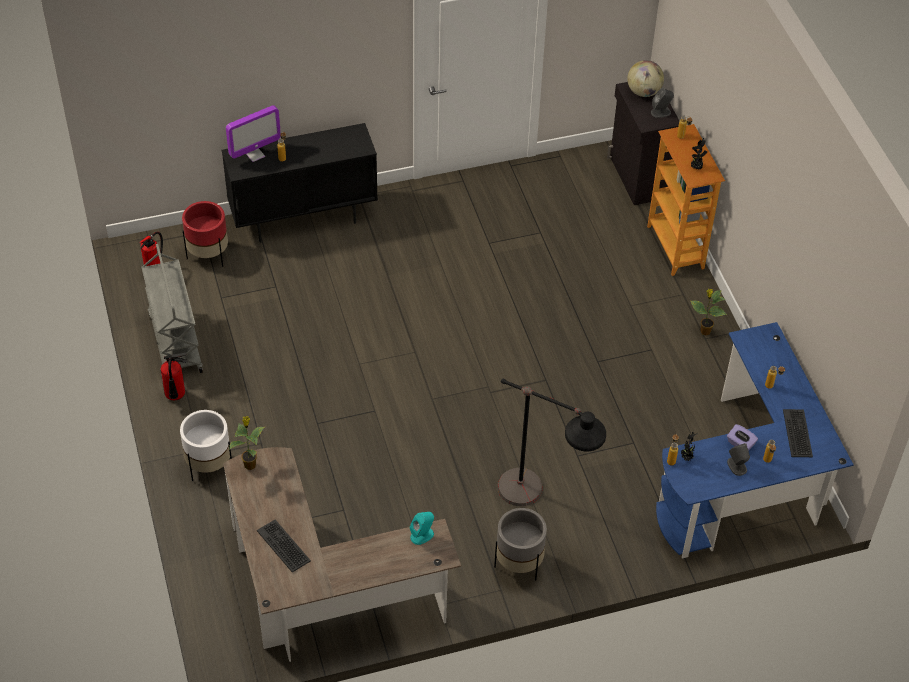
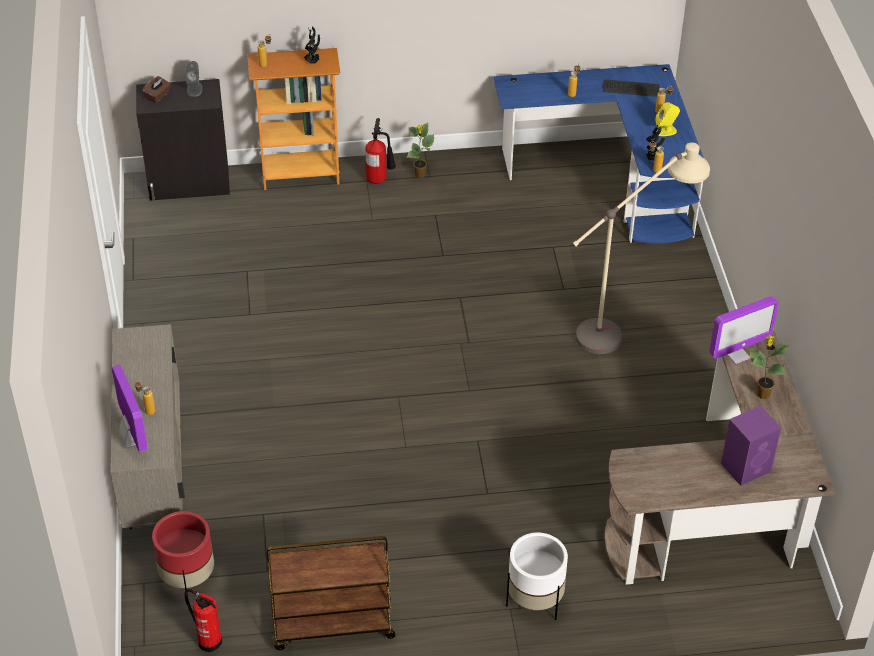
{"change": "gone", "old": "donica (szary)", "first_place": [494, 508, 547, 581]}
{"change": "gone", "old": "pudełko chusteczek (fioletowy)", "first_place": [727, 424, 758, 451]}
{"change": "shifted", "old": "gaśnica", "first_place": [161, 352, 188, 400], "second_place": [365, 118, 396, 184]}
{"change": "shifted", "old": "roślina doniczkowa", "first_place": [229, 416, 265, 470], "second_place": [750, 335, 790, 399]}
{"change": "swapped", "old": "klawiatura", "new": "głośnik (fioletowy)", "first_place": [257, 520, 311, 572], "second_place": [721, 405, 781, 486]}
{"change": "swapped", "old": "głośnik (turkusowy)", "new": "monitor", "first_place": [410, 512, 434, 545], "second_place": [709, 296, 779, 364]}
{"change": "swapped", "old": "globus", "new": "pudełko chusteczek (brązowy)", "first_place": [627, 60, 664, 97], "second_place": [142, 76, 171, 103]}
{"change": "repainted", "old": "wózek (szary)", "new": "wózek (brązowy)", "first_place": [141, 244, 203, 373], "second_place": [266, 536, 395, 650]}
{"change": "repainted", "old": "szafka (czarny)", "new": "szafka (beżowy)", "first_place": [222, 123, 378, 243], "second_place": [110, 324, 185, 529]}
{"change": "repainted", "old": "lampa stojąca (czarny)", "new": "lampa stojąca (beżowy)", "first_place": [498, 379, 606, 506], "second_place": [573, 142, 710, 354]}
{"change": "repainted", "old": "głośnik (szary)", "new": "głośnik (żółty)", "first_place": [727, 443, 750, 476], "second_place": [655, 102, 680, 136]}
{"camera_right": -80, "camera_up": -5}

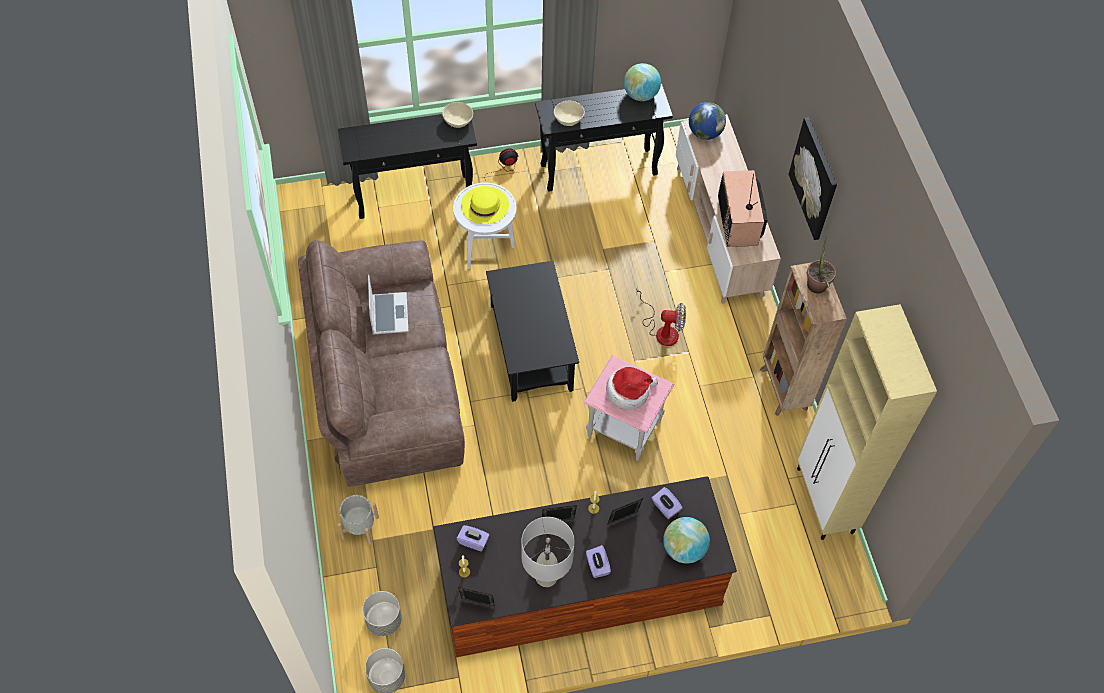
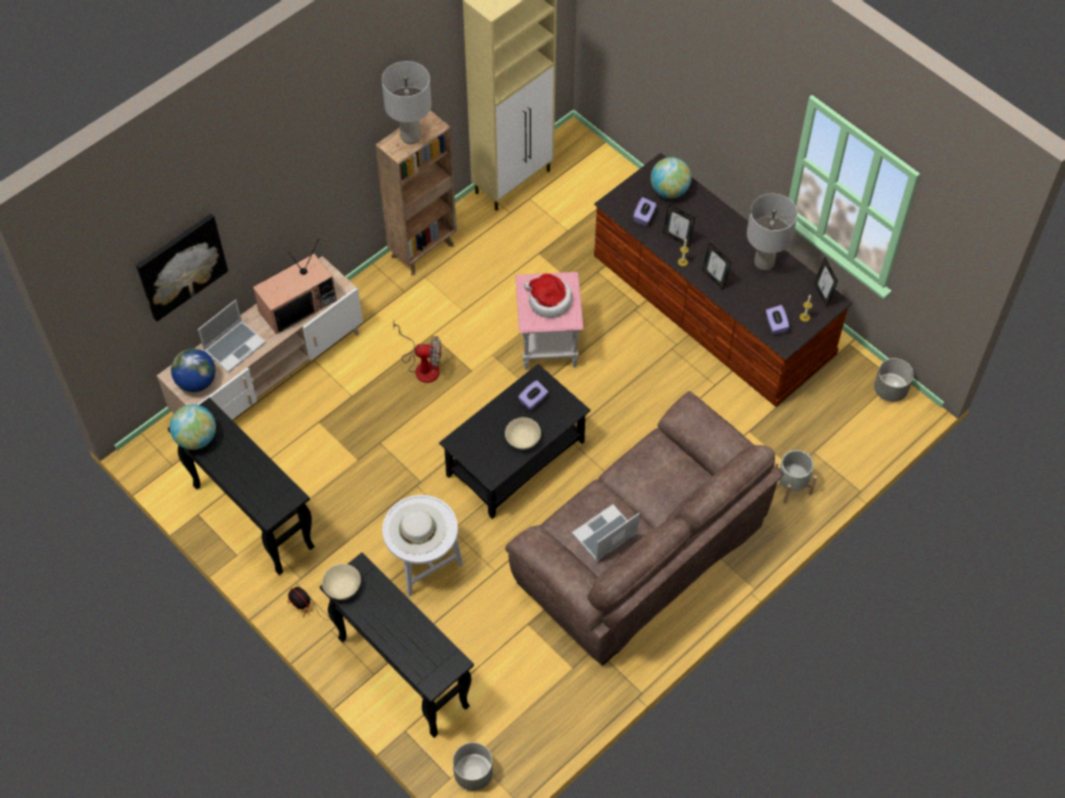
{"change": "new", "new": "laptop", "second_place": [198, 300, 266, 372]}
{"change": "shifted", "old": "donica (szary)", "first_place": [362, 591, 402, 636], "second_place": [453, 742, 493, 791]}
{"change": "shifted", "old": "miska (beżowy)", "first_place": [554, 101, 585, 126], "second_place": [505, 417, 541, 449]}
{"change": "shifted", "old": "pudełko chusteczek (fioletowy)", "first_place": [586, 545, 611, 578], "second_place": [518, 380, 548, 410]}
{"change": "shifted", "old": "obraz", "first_place": [788, 117, 837, 240], "second_place": [136, 214, 228, 321]}
{"change": "swapped", "old": "roślina doniczkowa", "new": "lampa stołowa (szary)", "first_place": [807, 235, 836, 293], "second_place": [382, 61, 432, 144]}
{"change": "repainted", "old": "kapelusz (żółty)", "new": "kapelusz (biały)", "first_place": [461, 186, 509, 224], "second_place": [389, 503, 446, 554]}
{"change": "rotated", "old": "wentylator", "first_place": [636, 290, 686, 346], "second_place": [393, 321, 441, 383], "degrees": 120}
{"camera_right": -120, "camera_up": 0}

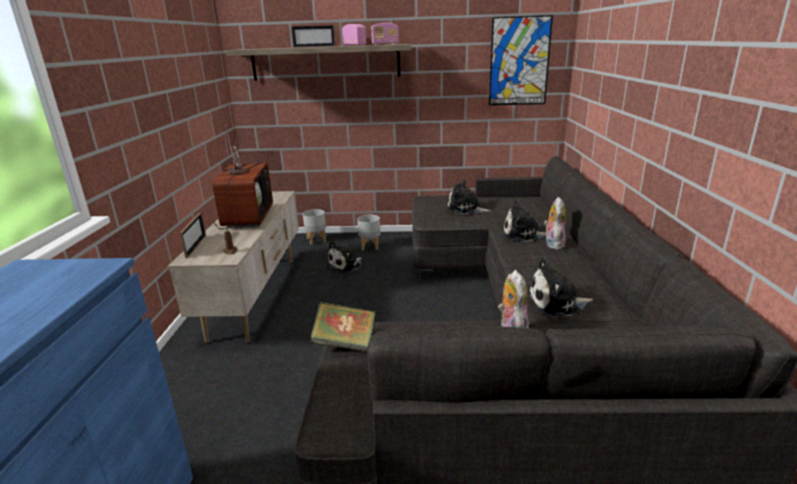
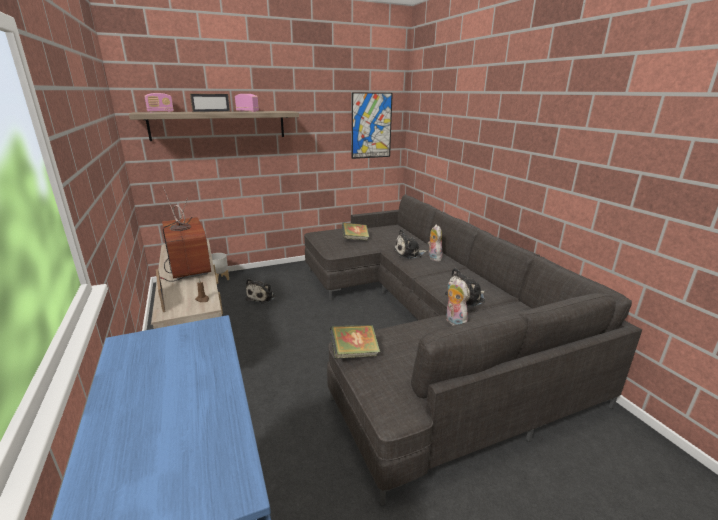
{"change": "gone", "old": "donica (szary)", "first_place": [357, 215, 381, 250]}
{"change": "shifted", "old": "radio", "first_place": [371, 23, 399, 45], "second_place": [144, 93, 174, 113]}
{"change": "swapped", "old": "pluszak", "new": "książka", "first_place": [447, 179, 491, 215], "second_place": [342, 222, 369, 241]}
{"camera_right": -25, "camera_up": 0}

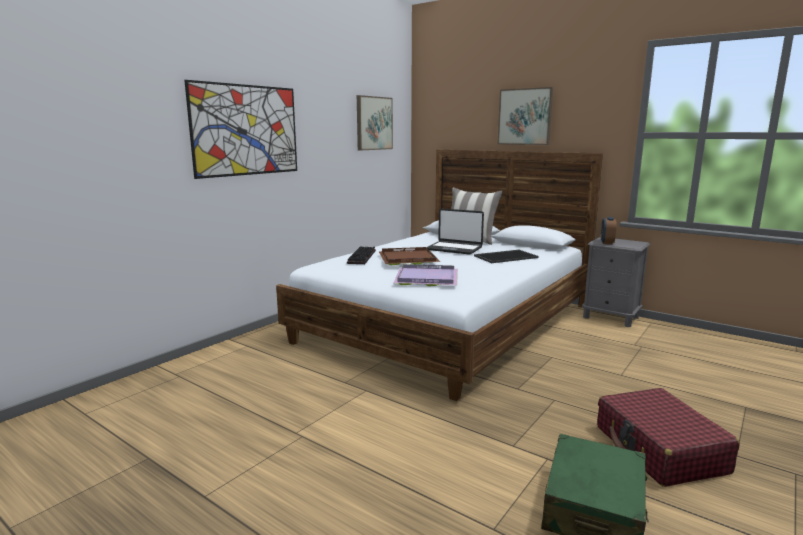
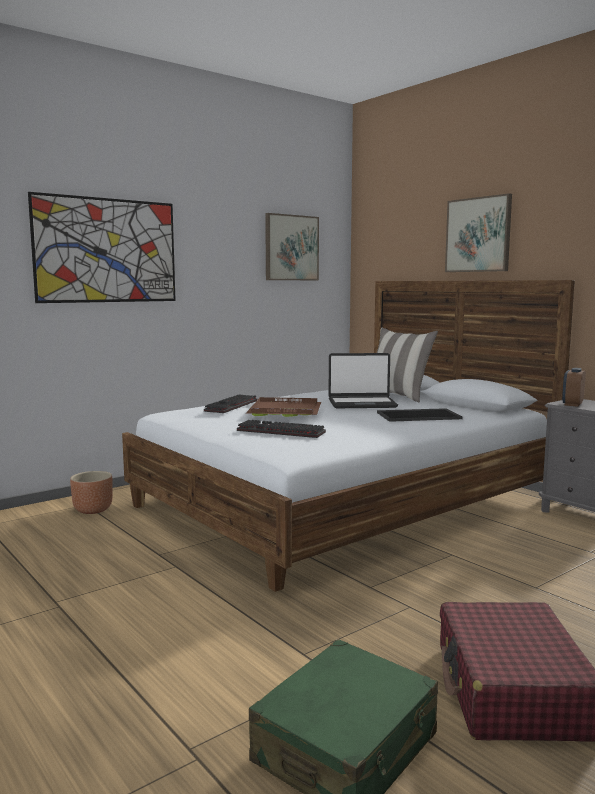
{"change": "new", "new": "donica (brązowy)", "second_place": [70, 471, 113, 514]}
{"change": "swapped", "old": "taca (fioletowy)", "new": "klawiatura", "first_place": [393, 264, 458, 286], "second_place": [237, 420, 326, 438]}
{"change": "rotated", "old": "laptop", "first_place": [427, 208, 484, 255], "second_place": [328, 353, 398, 408], "degrees": -45}
{"camera_right": 15, "camera_up": -5}

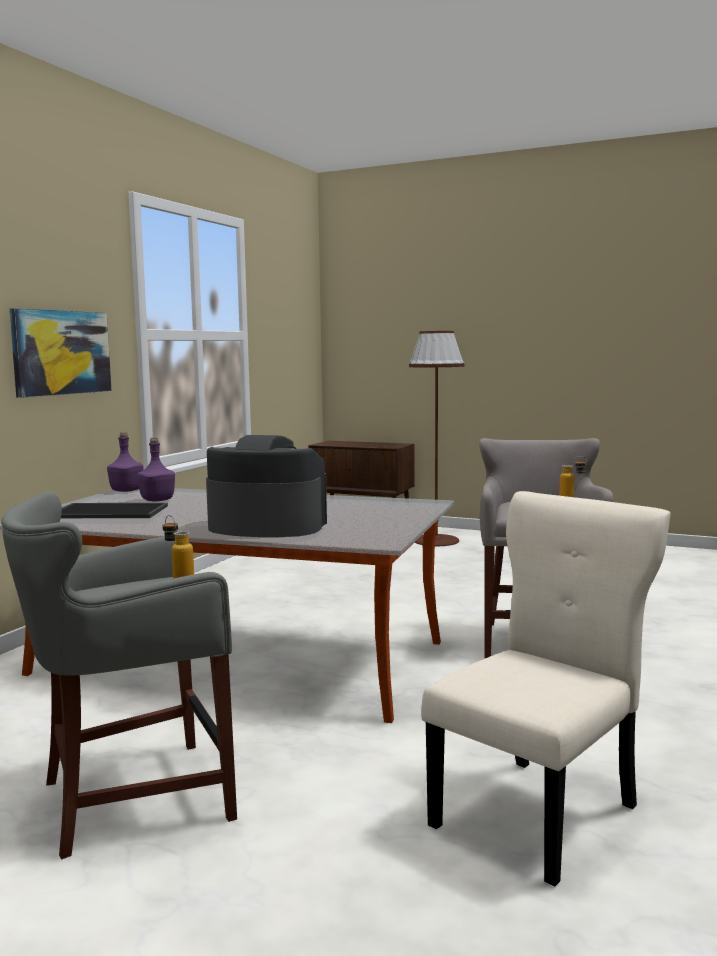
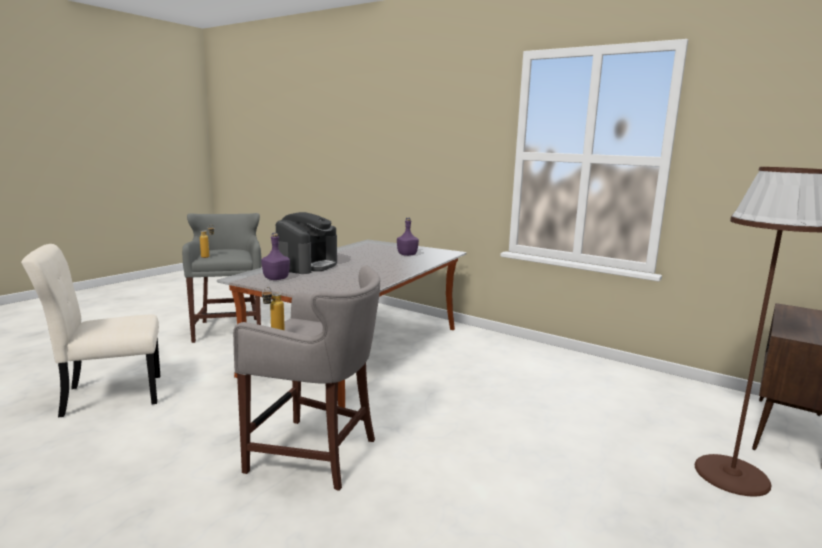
{"change": "gone", "old": "obraz", "first_place": [9, 308, 112, 398]}
{"change": "gone", "old": "taca", "first_place": [61, 503, 168, 518]}
{"change": "shifted", "old": "butelka (fioletowy)", "first_place": [107, 432, 143, 492], "second_place": [261, 233, 290, 280]}
{"change": "rotated", "old": "krzesło (beżowy)", "first_place": [421, 491, 671, 886], "second_place": [21, 244, 160, 418], "degrees": 105}
{"camera_right": 100, "camera_up": 5}

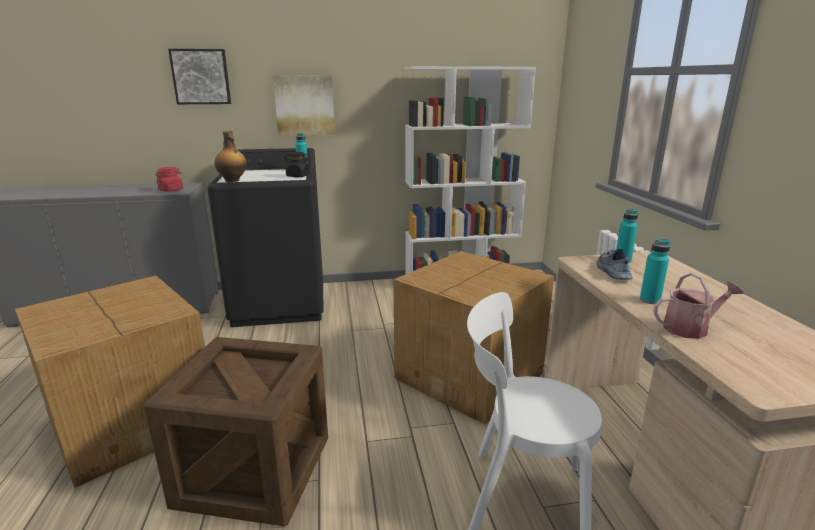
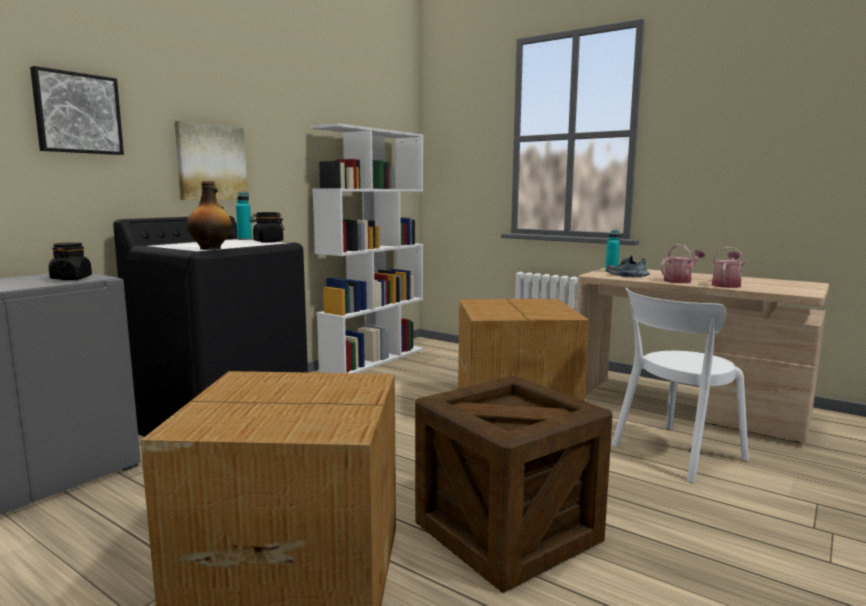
{"change": "swapped", "old": "butelka (turkusowy)", "new": "konewka", "first_place": [640, 239, 671, 304], "second_place": [661, 244, 705, 283]}
{"change": "repainted", "old": "słoik (czerwony)", "new": "słoik (czarny)", "first_place": [156, 167, 183, 192], "second_place": [49, 242, 92, 280]}
{"camera_right": -45, "camera_up": -10}

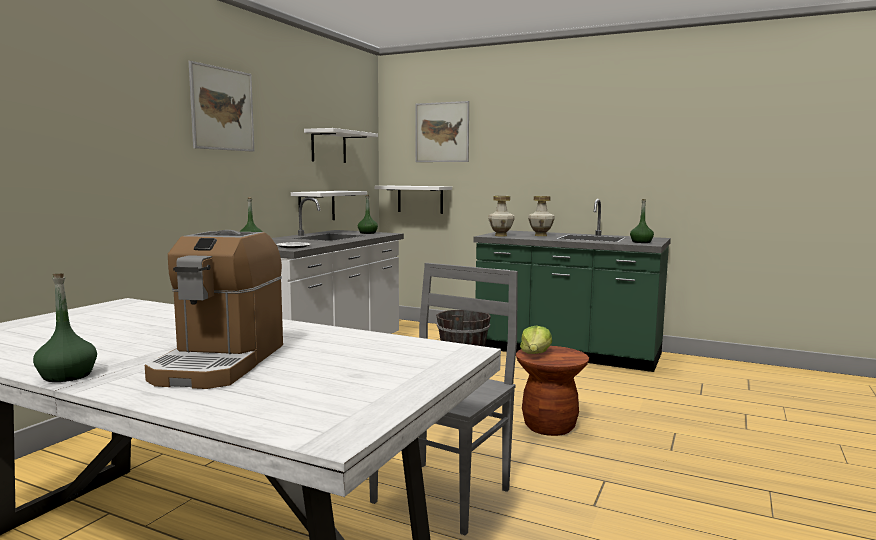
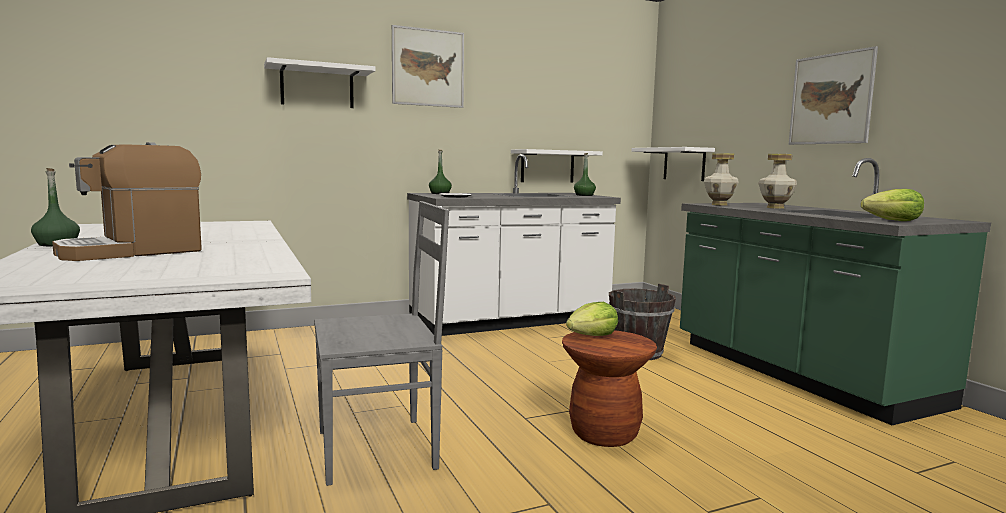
{"change": "shifted", "old": "półka (biały)", "first_place": [304, 128, 378, 163], "second_place": [264, 57, 376, 108]}
{"change": "shifted", "old": "obraz", "first_place": [416, 101, 469, 162], "second_place": [789, 46, 878, 145]}
{"change": "swapped", "old": "butelka (zielony)", "new": "sałata", "first_place": [630, 199, 654, 243], "second_place": [861, 189, 924, 221]}
{"camera_right": 40, "camera_up": 0}

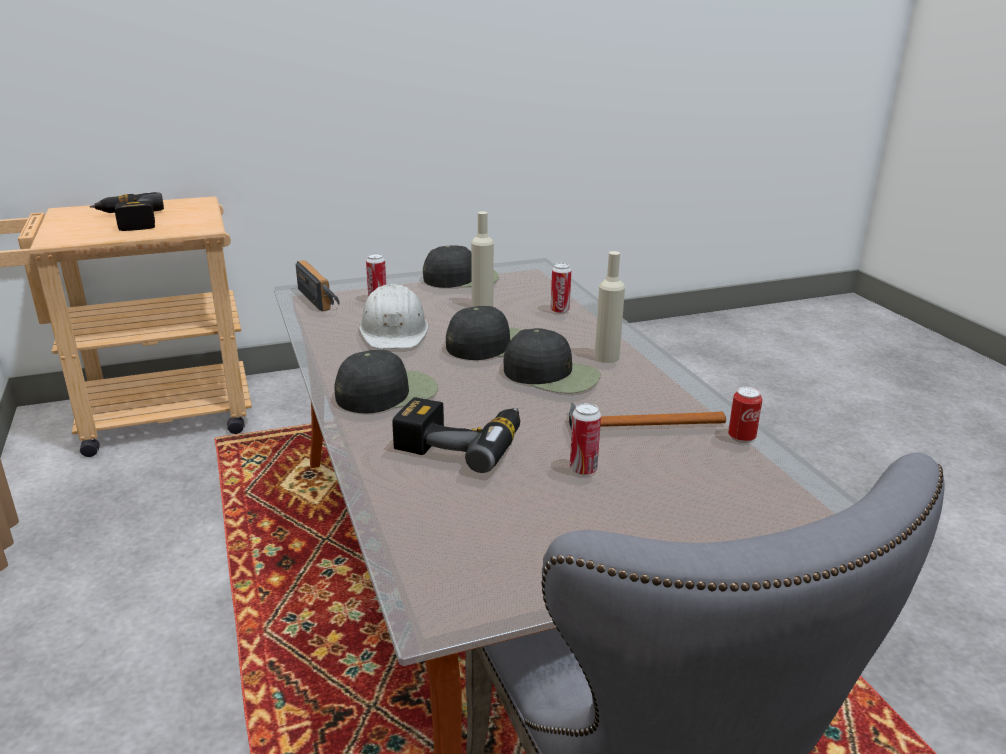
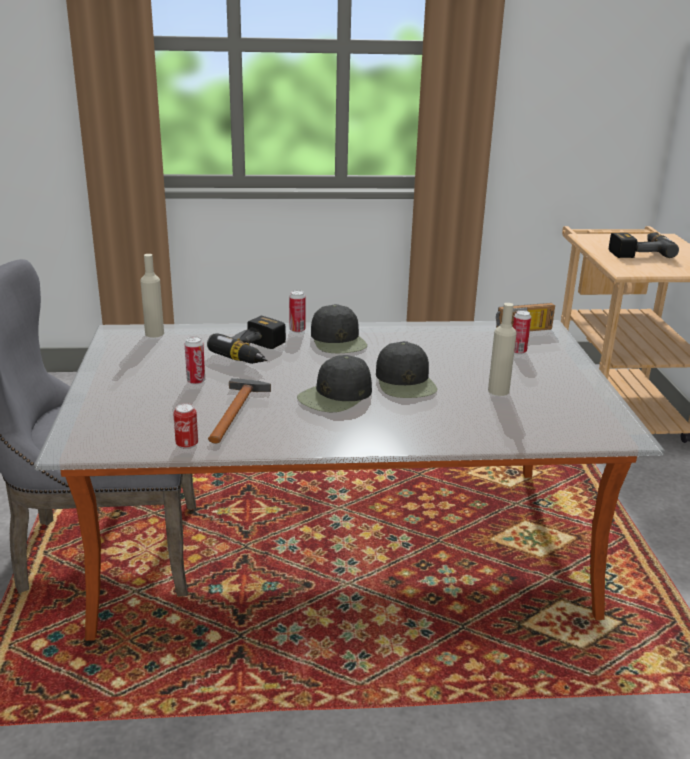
{"change": "gone", "old": "kask (biały)", "first_place": [359, 284, 428, 349]}
{"change": "gone", "old": "czapka z daszkiem (czarny)", "first_place": [423, 245, 499, 288]}
{"change": "shifted", "old": "puszka", "first_place": [551, 263, 571, 314], "second_place": [289, 290, 306, 333]}
{"change": "shifted", "old": "butelka (beżowy)", "first_place": [595, 251, 625, 363], "second_place": [140, 254, 164, 338]}
{"camera_right": 105, "camera_up": 0}

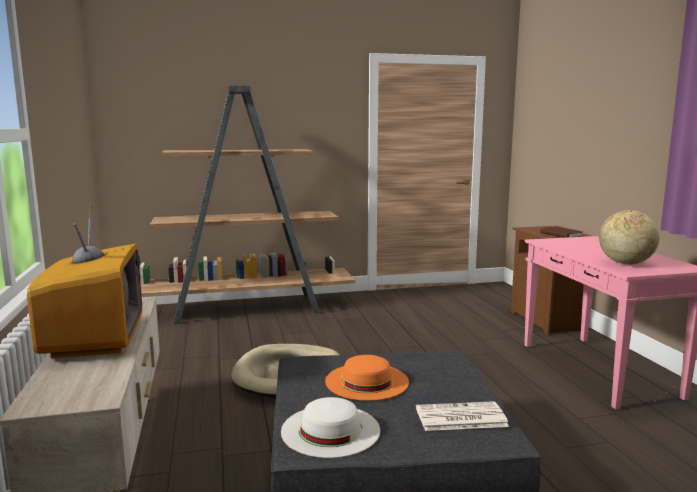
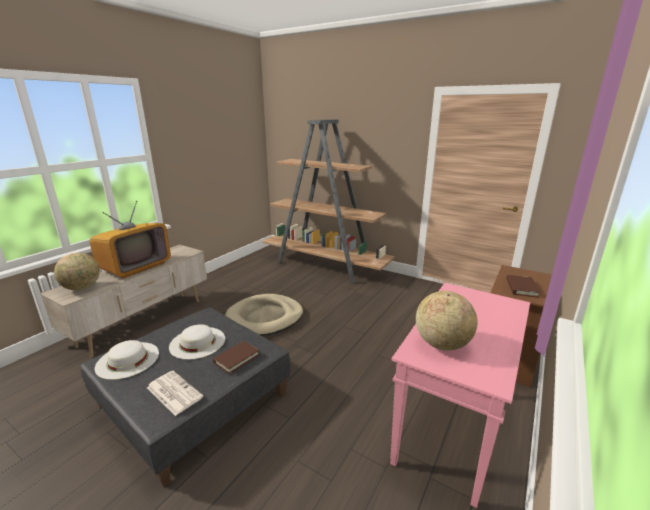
{"change": "new", "new": "globus", "second_place": [54, 253, 100, 290]}
{"change": "new", "new": "książka (brązowy)", "second_place": [213, 341, 260, 374]}
{"change": "repainted", "old": "kapelusz (pomarańczowy)", "new": "kapelusz (biały)", "first_place": [325, 355, 409, 401], "second_place": [169, 324, 225, 360]}
{"camera_right": 45, "camera_up": 10}

